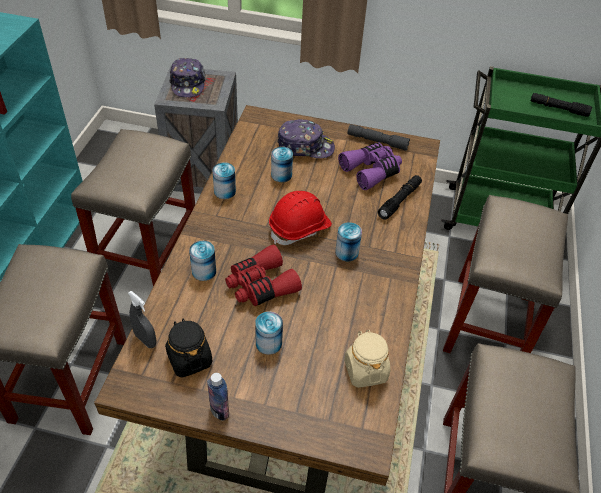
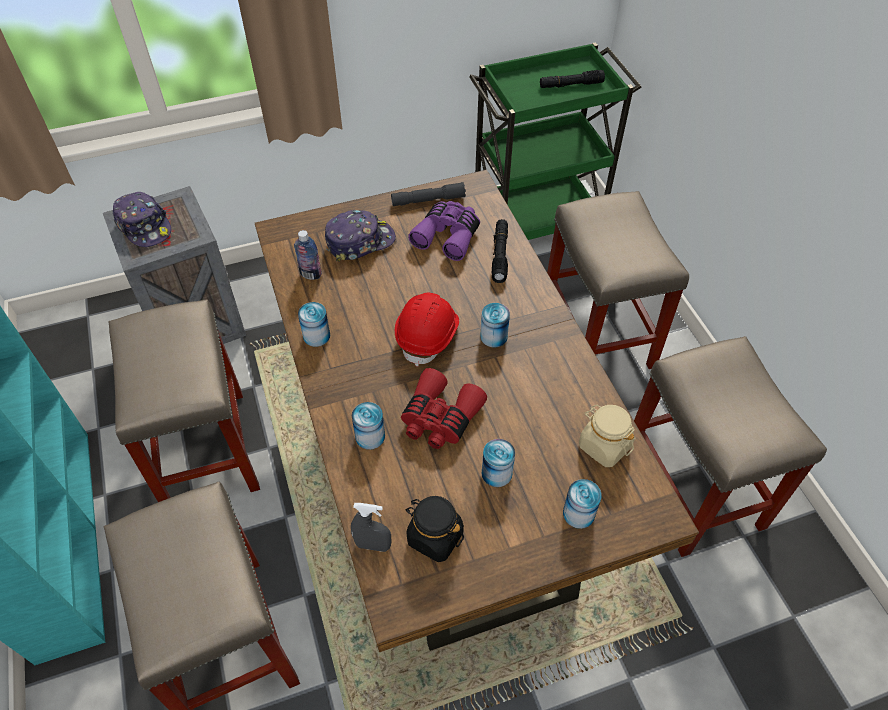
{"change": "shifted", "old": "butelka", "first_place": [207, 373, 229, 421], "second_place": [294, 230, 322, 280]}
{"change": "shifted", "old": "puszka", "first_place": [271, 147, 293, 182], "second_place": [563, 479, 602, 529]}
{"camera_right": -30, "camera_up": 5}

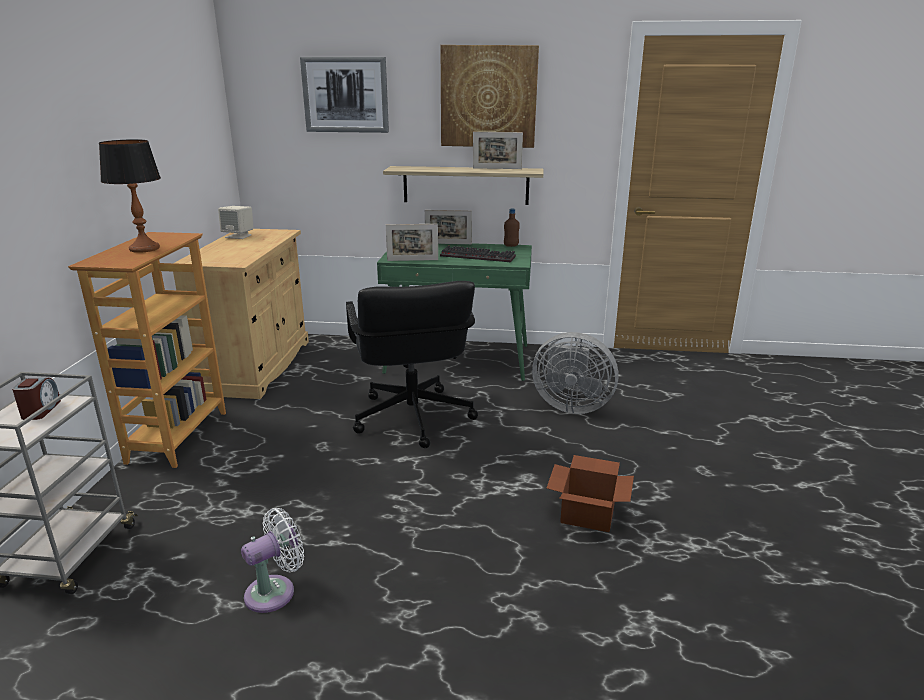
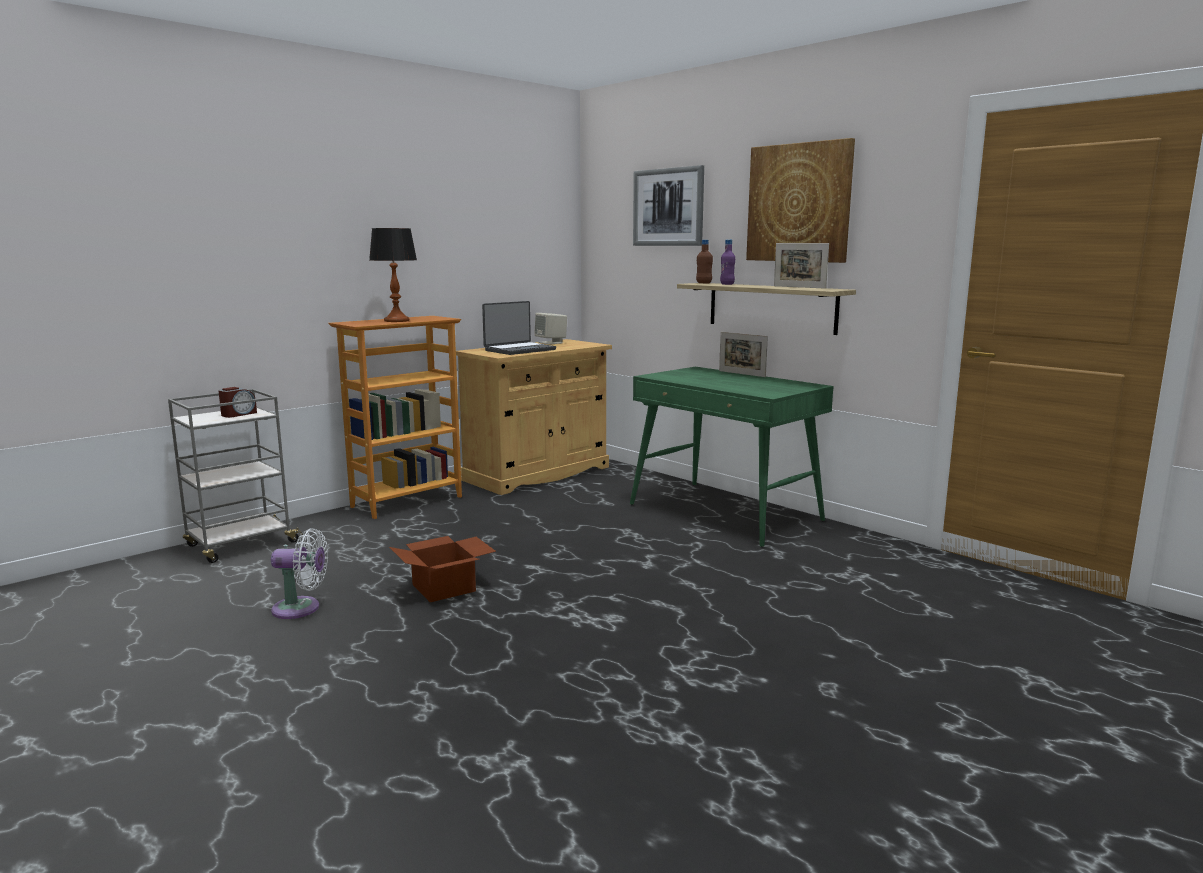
{"change": "gone", "old": "krzesło biurowe (czarny)", "first_place": [346, 281, 478, 448]}
{"change": "gone", "old": "ramka na zdjęcie", "first_place": [386, 224, 438, 261]}
{"change": "gone", "old": "klawiatura", "first_place": [440, 246, 516, 263]}
{"change": "gone", "old": "wentylator (szary)", "first_place": [532, 332, 618, 414]}
{"change": "new", "new": "laptop", "second_place": [482, 301, 556, 355]}
{"change": "new", "new": "butelka (fioletowy)", "second_place": [720, 240, 735, 285]}
{"change": "shifted", "old": "butelka (brązowy)", "first_place": [504, 208, 520, 247], "second_place": [696, 240, 713, 283]}
{"change": "shifted", "old": "karton", "first_place": [547, 455, 634, 532], "second_place": [389, 536, 496, 602]}
{"camera_right": 40, "camera_up": -10}

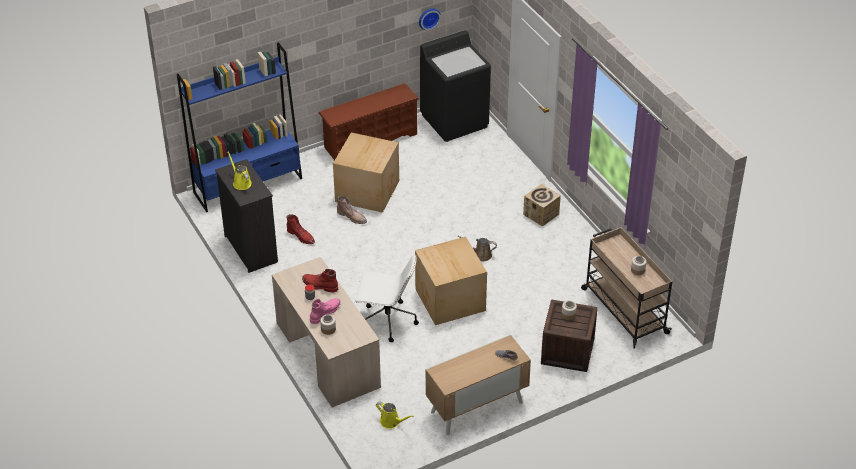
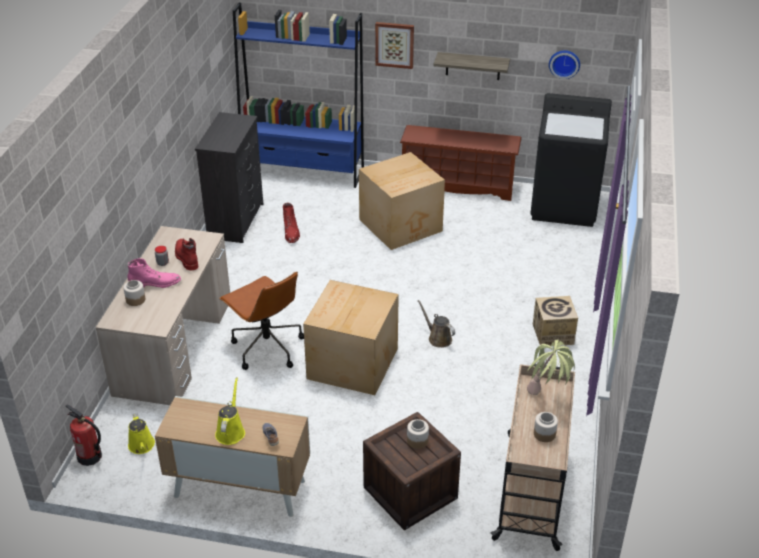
{"change": "gone", "old": "but z cholewką (brązowy)", "first_place": [337, 196, 367, 224]}
{"change": "new", "new": "gaśnica", "second_place": [65, 404, 102, 466]}
{"change": "new", "new": "obraz", "second_place": [375, 22, 414, 69]}
{"change": "new", "new": "półka", "second_place": [434, 52, 510, 80]}
{"change": "new", "new": "roślina doniczkowa", "second_place": [527, 340, 575, 395]}
{"change": "shifted", "old": "konewka (żółty)", "first_place": [228, 151, 252, 190], "second_place": [215, 377, 245, 445]}
{"change": "repainted", "old": "krzesło biurowe (biały)", "new": "krzesło biurowe (brązowy)", "first_place": [354, 254, 419, 342], "second_place": [219, 272, 304, 370]}
{"camera_right": 40, "camera_up": -5}

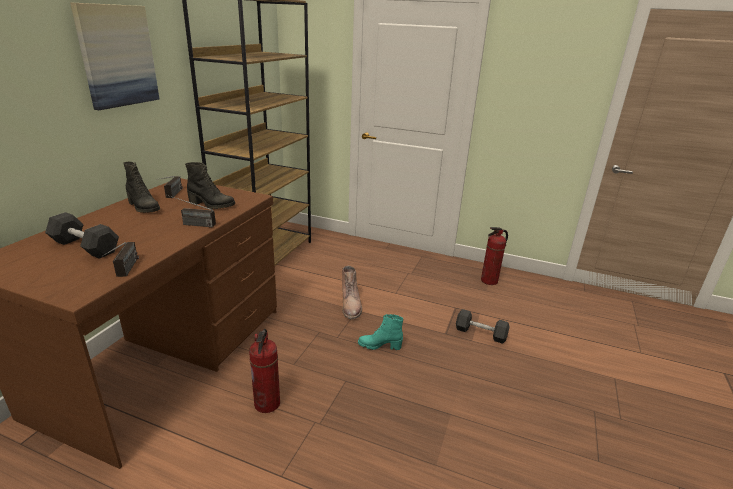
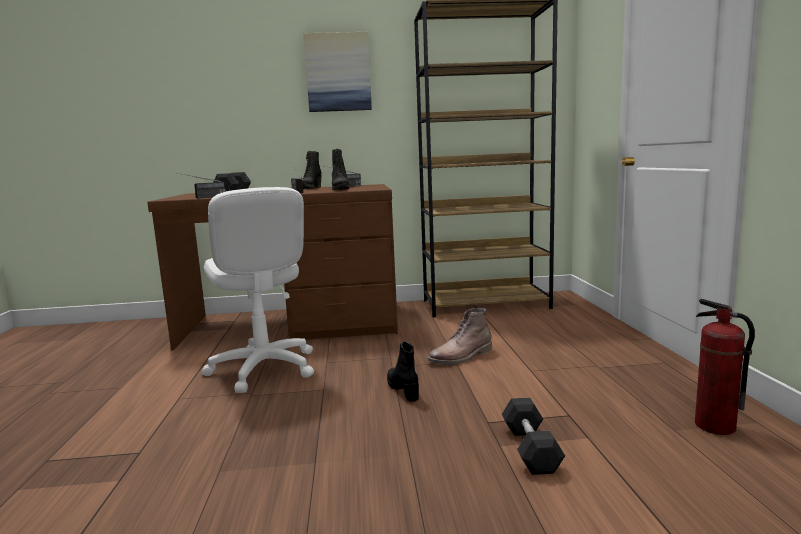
{"change": "swapped", "old": "gaśnica", "new": "krzesło biurowe (biały)", "first_place": [249, 329, 280, 413], "second_place": [201, 187, 314, 393]}
{"change": "repainted", "old": "but z cholewką (turkusowy)", "new": "but z cholewką (czarny)", "first_place": [358, 314, 403, 350], "second_place": [387, 341, 419, 402]}
{"camera_right": 65, "camera_up": -15}

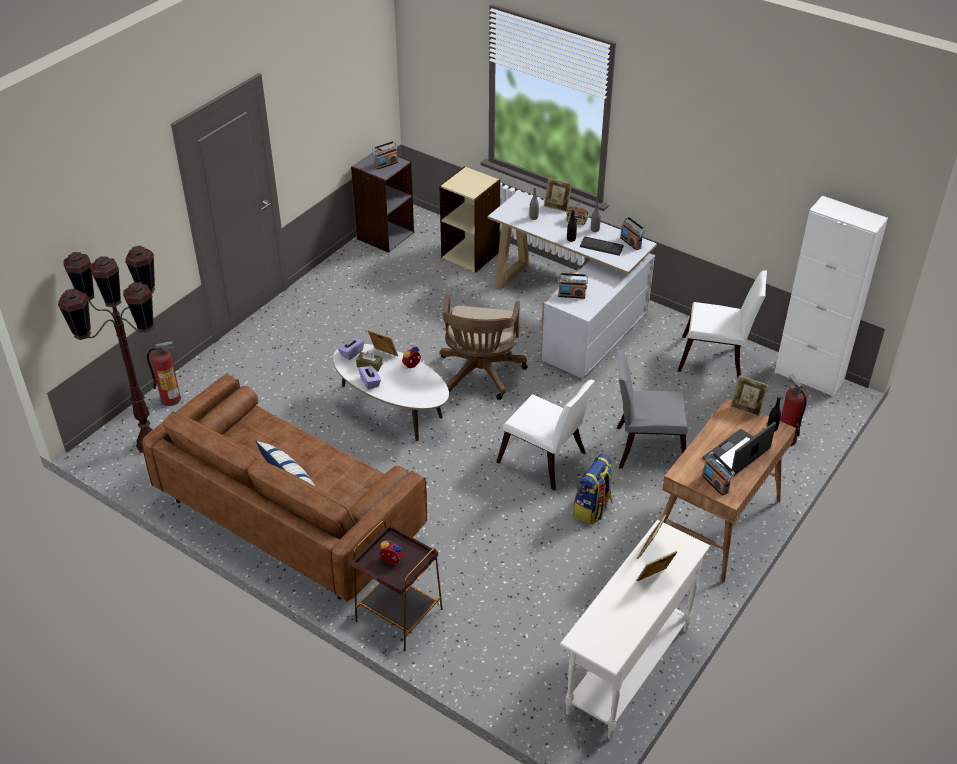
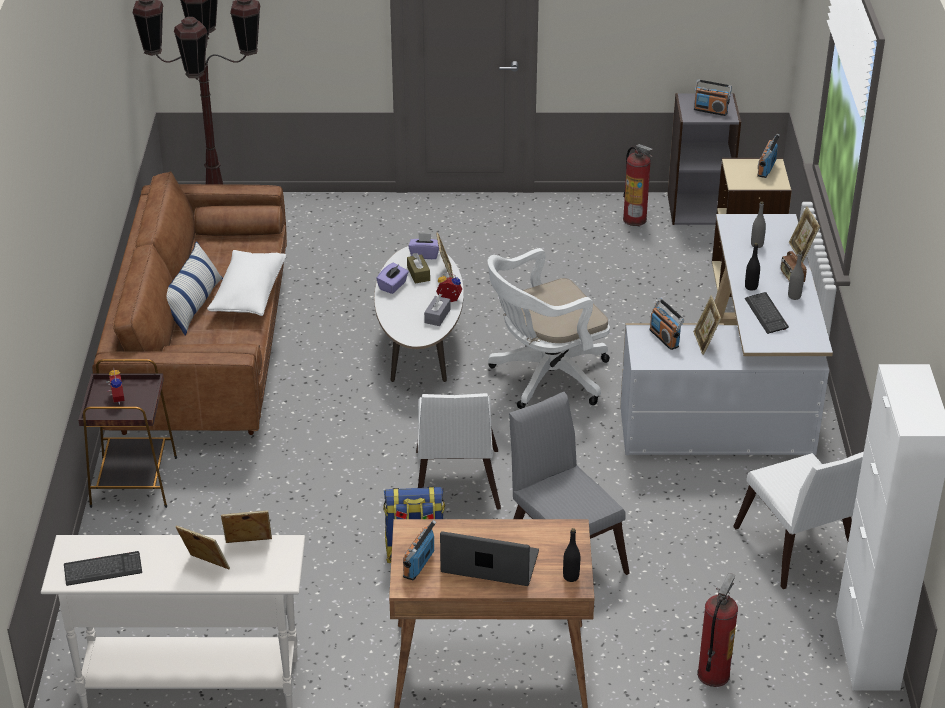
{"change": "new", "new": "klawiatura", "second_place": [64, 551, 142, 586]}
{"change": "new", "new": "poduszka (biały)", "second_place": [207, 250, 286, 316]}
{"change": "new", "new": "pudełko chusteczek (szary)", "second_place": [424, 294, 451, 326]}
{"change": "shifted", "old": "gaśnica", "first_place": [147, 341, 181, 406], "second_place": [623, 144, 653, 226]}
{"change": "shifted", "old": "radio", "first_place": [620, 216, 645, 250], "second_place": [757, 134, 780, 178]}
{"change": "shifted", "old": "ramka na zdjęcie", "first_place": [730, 375, 769, 417], "second_place": [693, 295, 721, 355]}
{"change": "repainted", "old": "krzesło biurowe (brązowy)", "new": "krzesło biurowe (biały)", "first_place": [439, 295, 528, 400], "second_place": [487, 248, 610, 409]}
{"camera_right": 55, "camera_up": -5}

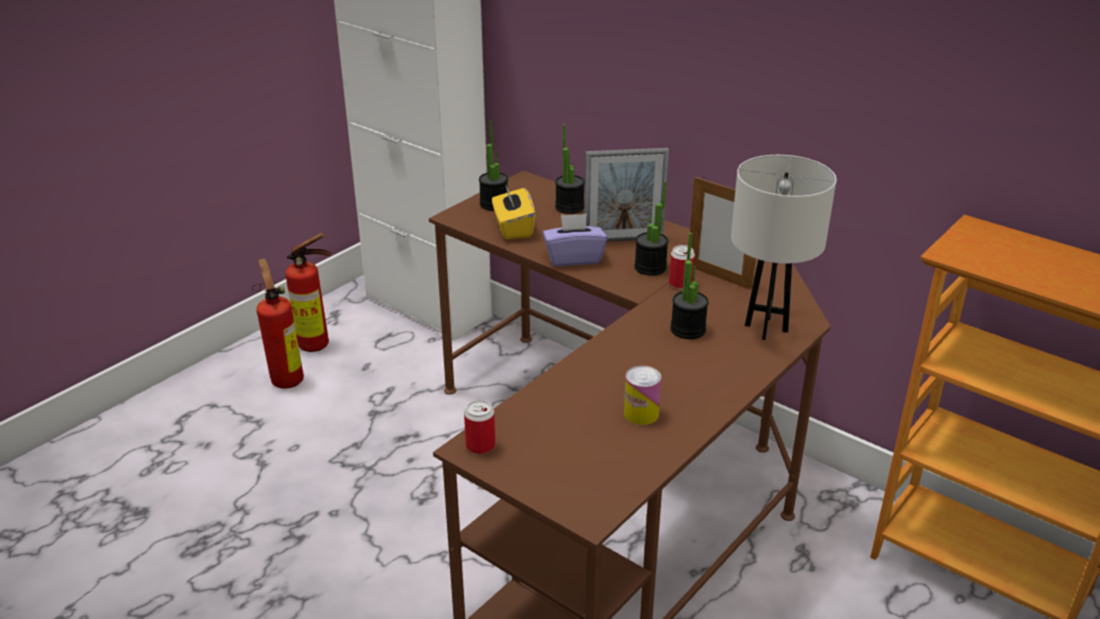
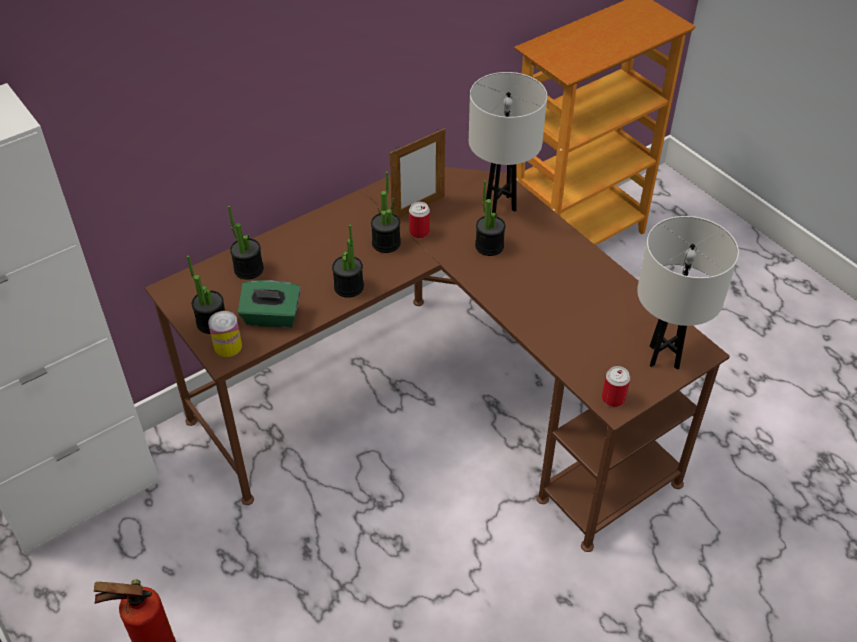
{"change": "gone", "old": "gaśnica", "first_place": [285, 233, 331, 352]}
{"change": "gone", "old": "ramka na zdjęcie", "first_place": [584, 148, 669, 242]}
{"change": "new", "new": "lampa stołowa (biały)", "second_place": [637, 216, 739, 370]}
{"change": "shifted", "old": "puszka", "first_place": [624, 366, 662, 425], "second_place": [208, 311, 242, 357]}
{"change": "swapped", "old": "pudełko chusteczek (fioletowy)", "new": "roślina doniczkowa", "first_place": [543, 214, 607, 266], "second_place": [332, 224, 364, 298]}
{"change": "repainted", "old": "pudełko chusteczek (żółty)", "new": "pudełko chusteczek (zielony)", "first_place": [492, 185, 535, 239], "second_place": [238, 280, 301, 328]}
{"camera_right": -75, "camera_up": 15}

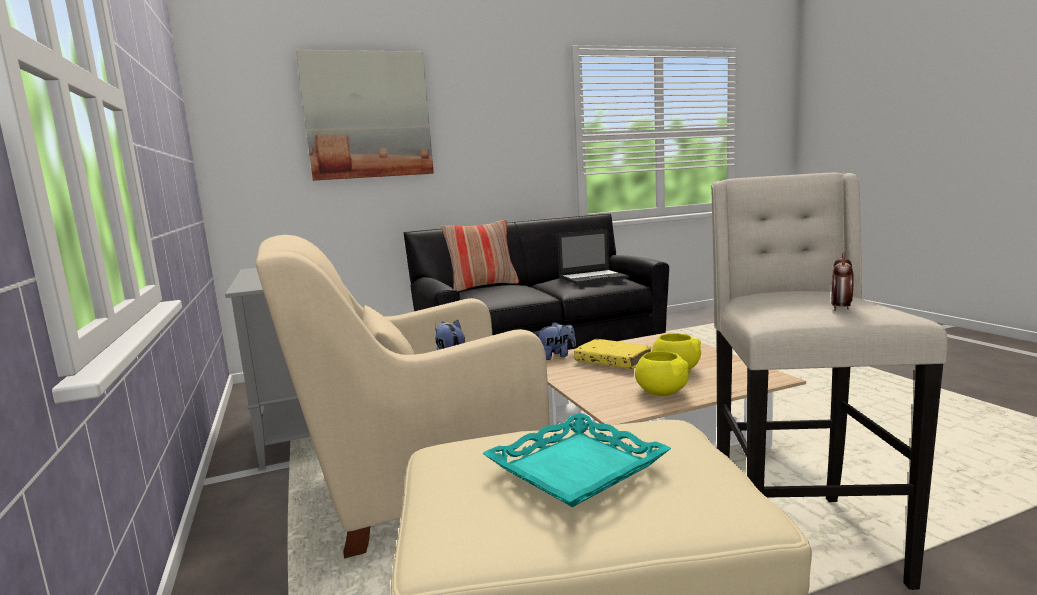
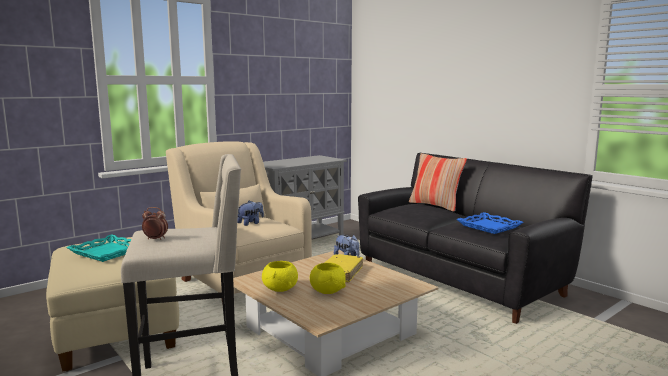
{"change": "gone", "old": "obraz", "first_place": [296, 50, 434, 181]}
{"change": "swapped", "old": "laptop", "new": "taca (niebieski)", "first_place": [557, 229, 629, 284], "second_place": [457, 212, 524, 234]}
{"camera_right": 70, "camera_up": 0}

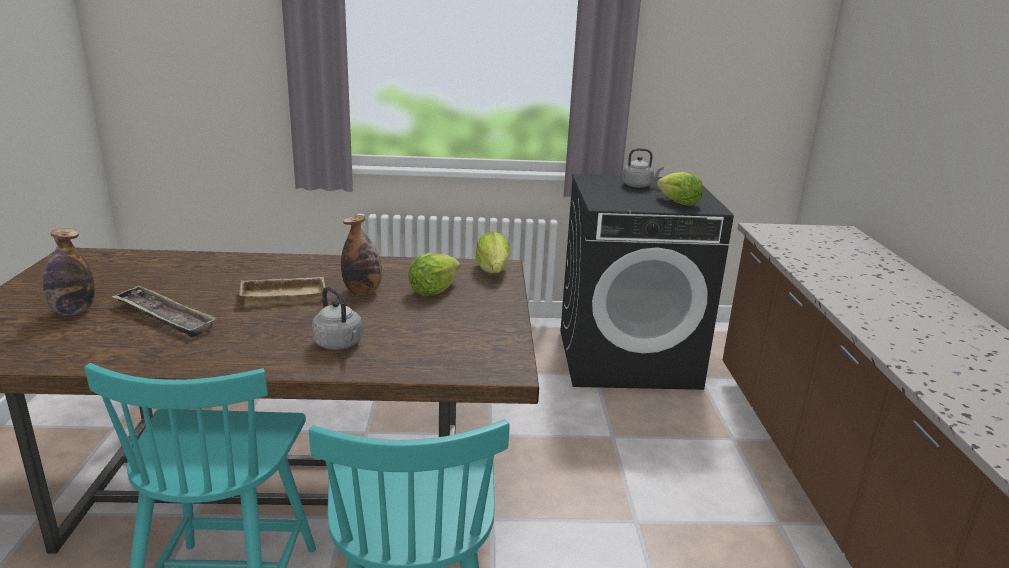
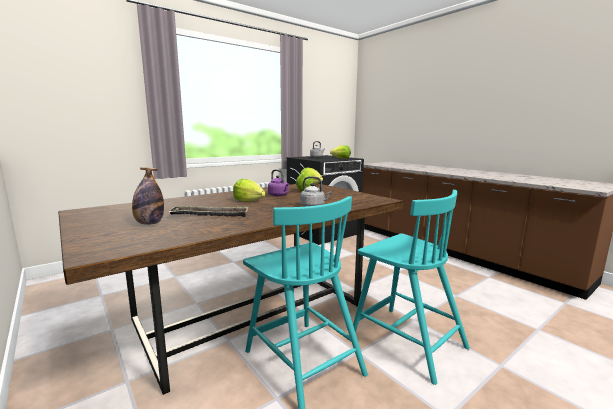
{"change": "swapped", "old": "taca (beżowy)", "new": "sałata", "first_place": [239, 277, 326, 305], "second_place": [233, 179, 265, 202]}
{"change": "swapped", "old": "butelka", "new": "czajnik (fioletowy)", "first_place": [341, 215, 382, 295], "second_place": [268, 169, 289, 196]}
{"camera_right": -35, "camera_up": -10}

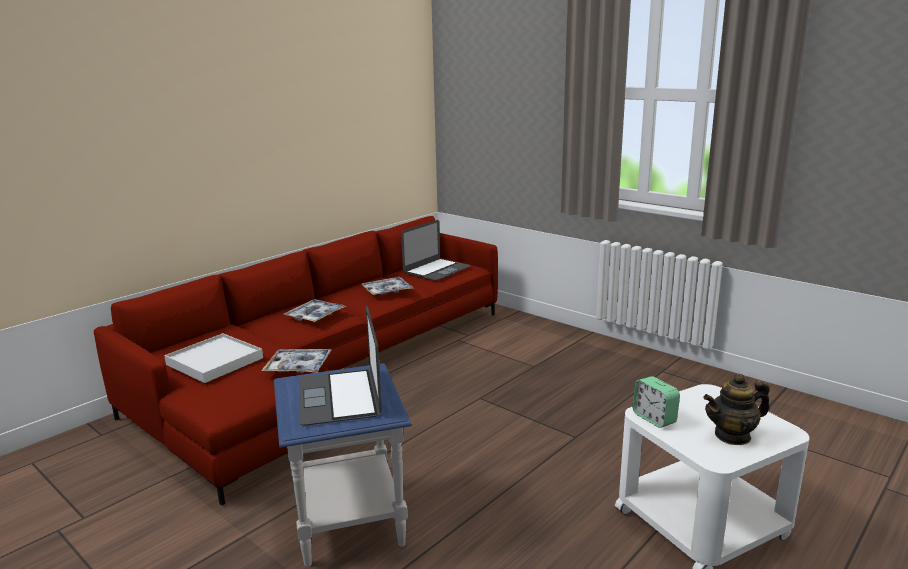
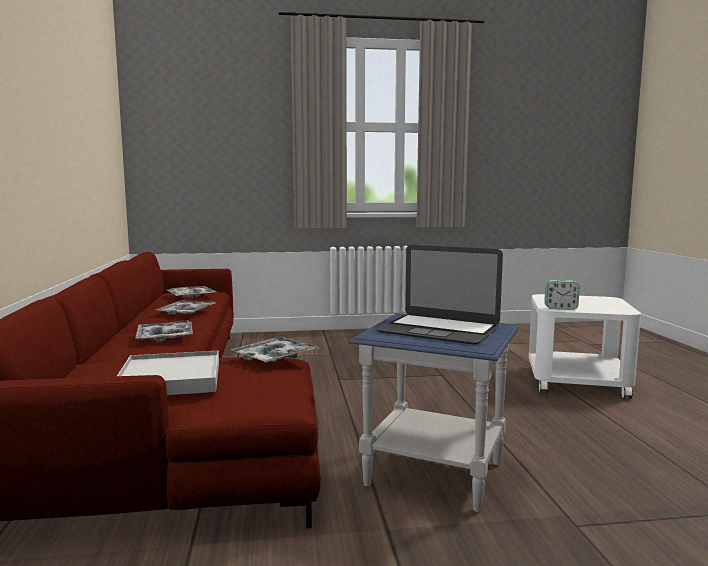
{"change": "gone", "old": "imbryk", "first_place": [704, 374, 770, 445]}
{"change": "swapped", "old": "laptop", "new": "taca", "first_place": [401, 220, 471, 281], "second_place": [166, 286, 216, 298]}
{"camera_right": -50, "camera_up": -10}

